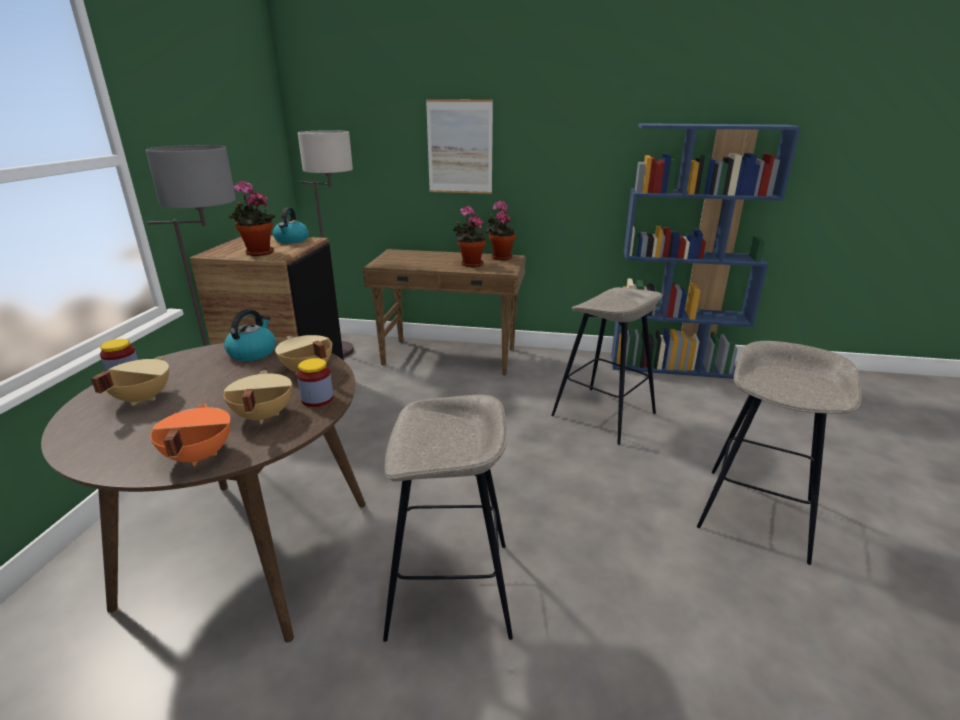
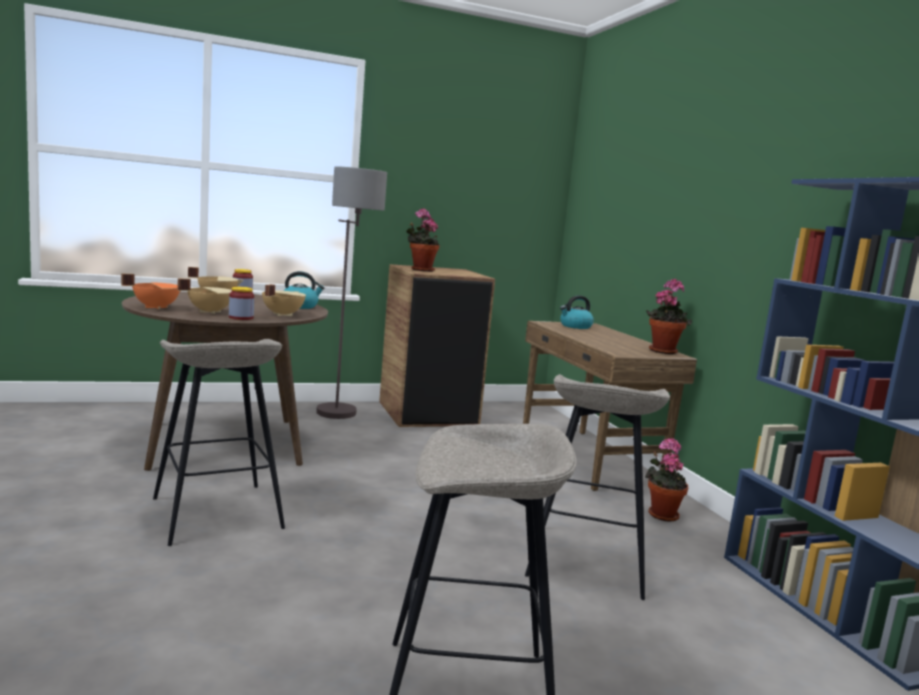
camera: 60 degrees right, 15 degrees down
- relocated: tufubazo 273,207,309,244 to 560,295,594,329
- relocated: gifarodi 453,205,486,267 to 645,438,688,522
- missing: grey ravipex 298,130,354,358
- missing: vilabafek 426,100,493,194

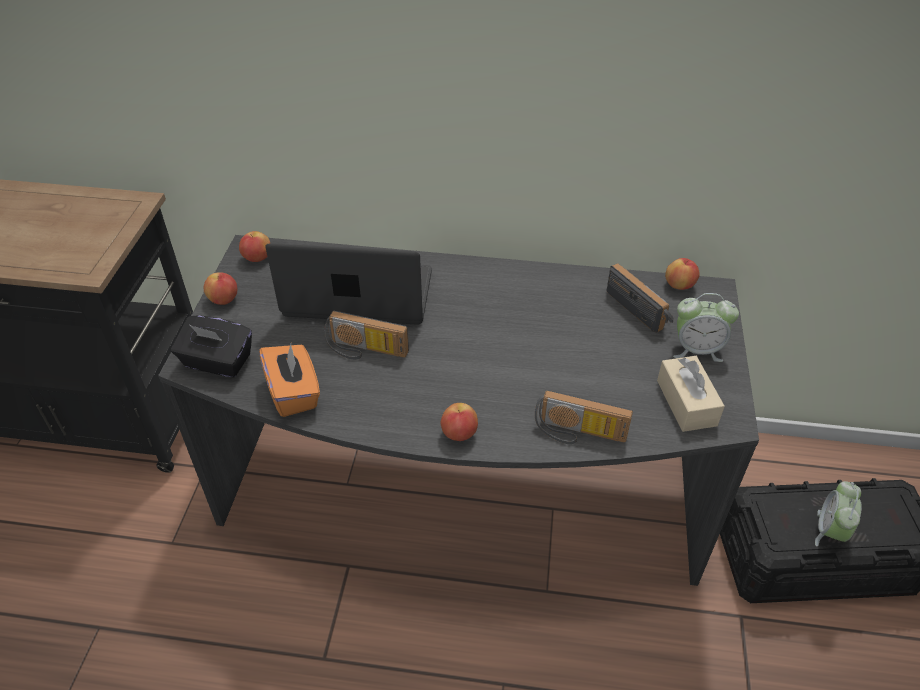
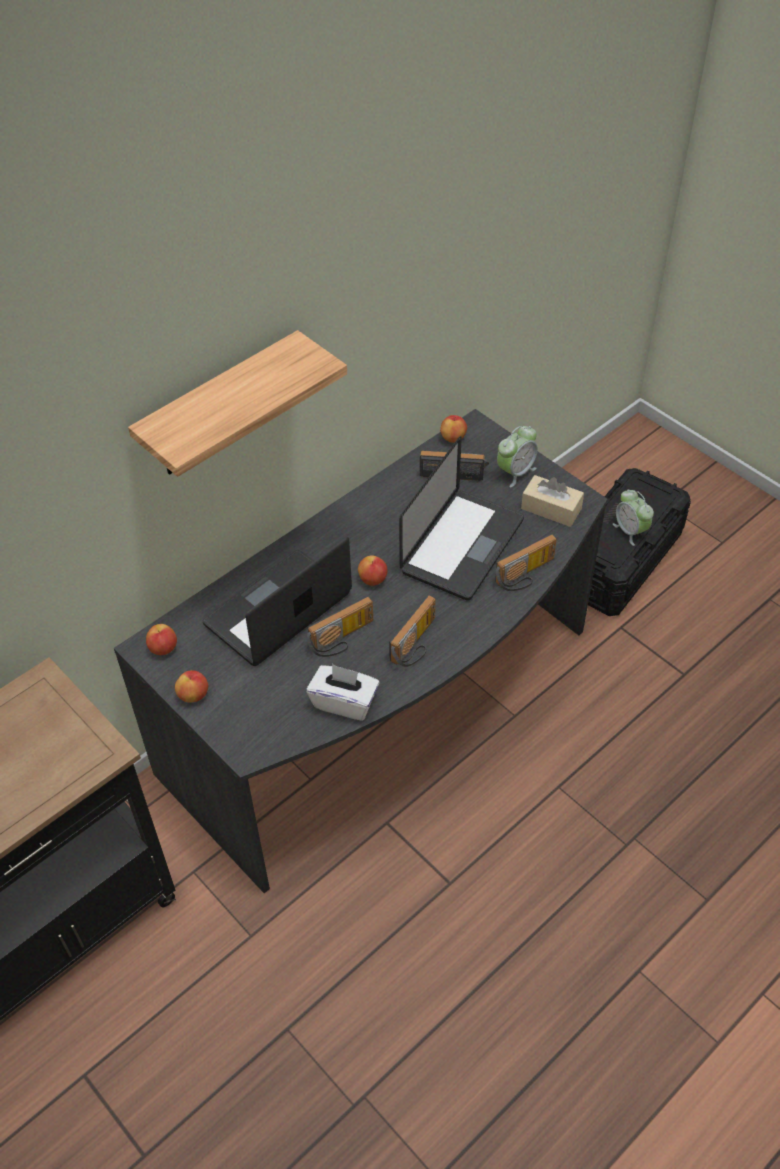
camera: 50 degrees left, 5 degrees up
- appeared: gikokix 128,330,347,477
- colour: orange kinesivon 259,344,320,417 to white kinesivon 306,664,380,721
- relocated: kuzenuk 441,403,478,441 to 358,555,387,586
- appeared: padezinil 389,595,436,667
- appeared: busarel 399,436,524,601
- missing: black kinesivon 171,315,252,378

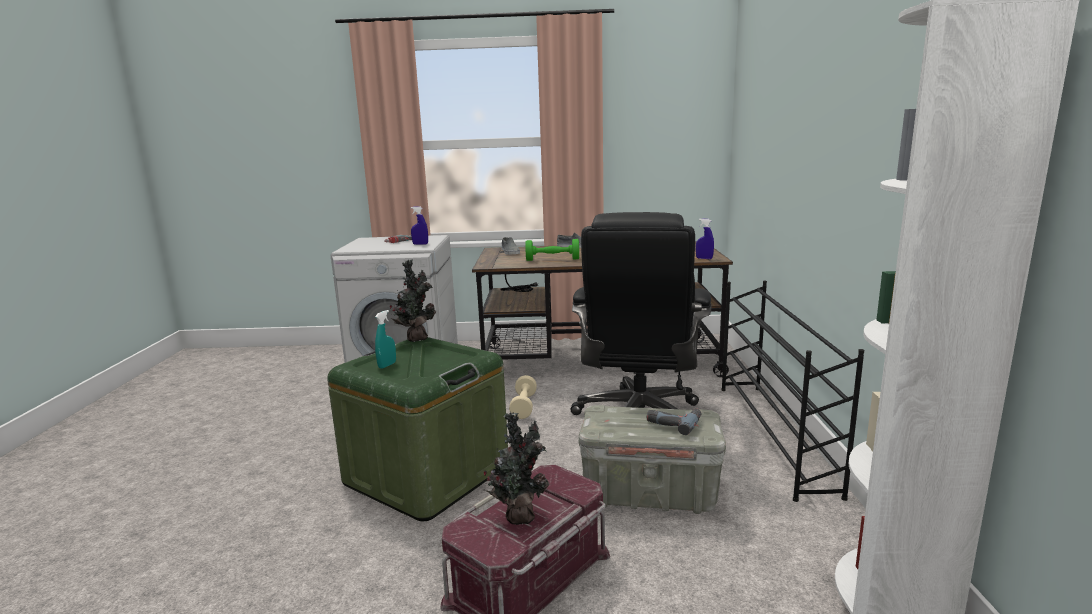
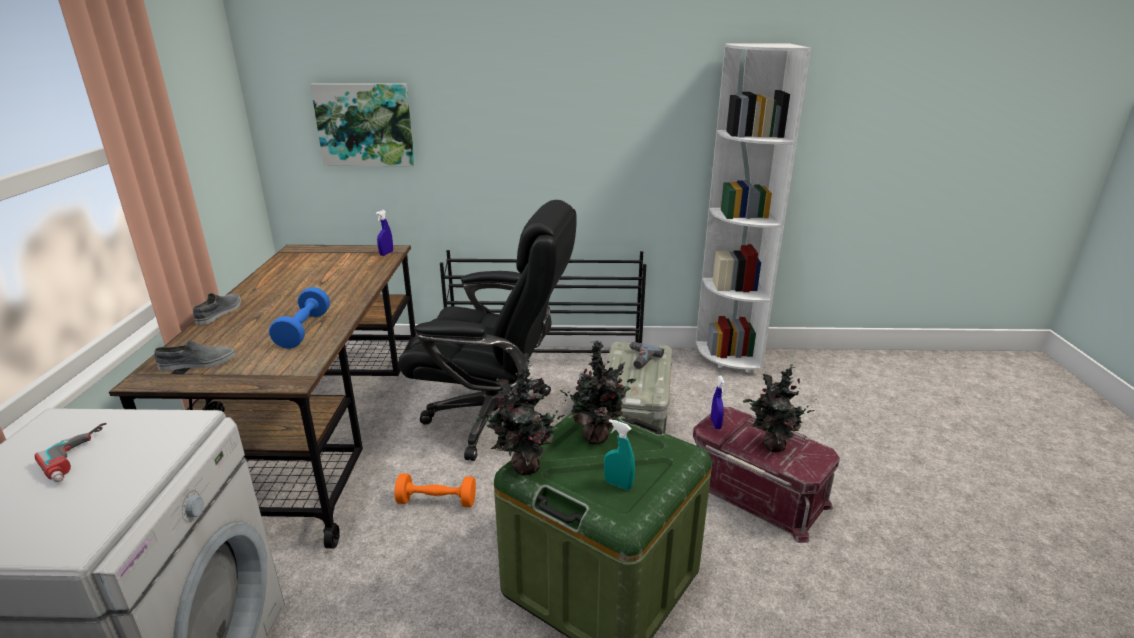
camera: 90 degrees left, 10 degrees up
- colour: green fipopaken 525,239,579,261 to blue fipopaken 269,287,330,349
- appeared: vilabafek 310,83,415,166
- colour: beige fipopaken 509,375,537,419 to orange fipopaken 394,473,476,507
- appeared: gifarodi 560,340,637,444
- relocated: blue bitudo 411,207,428,245 to 711,376,725,429

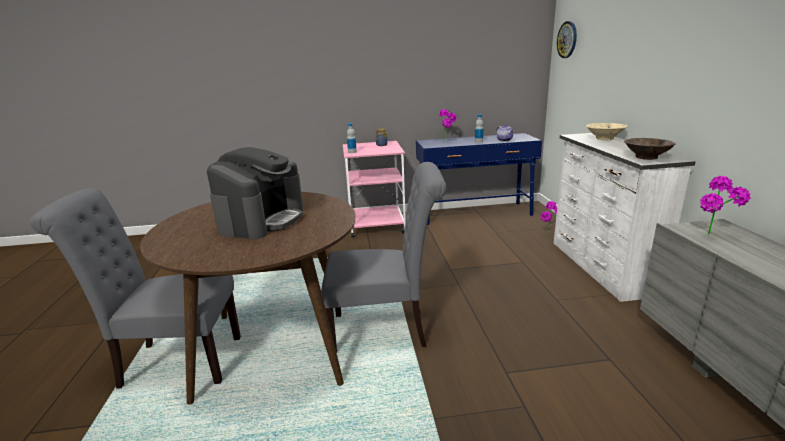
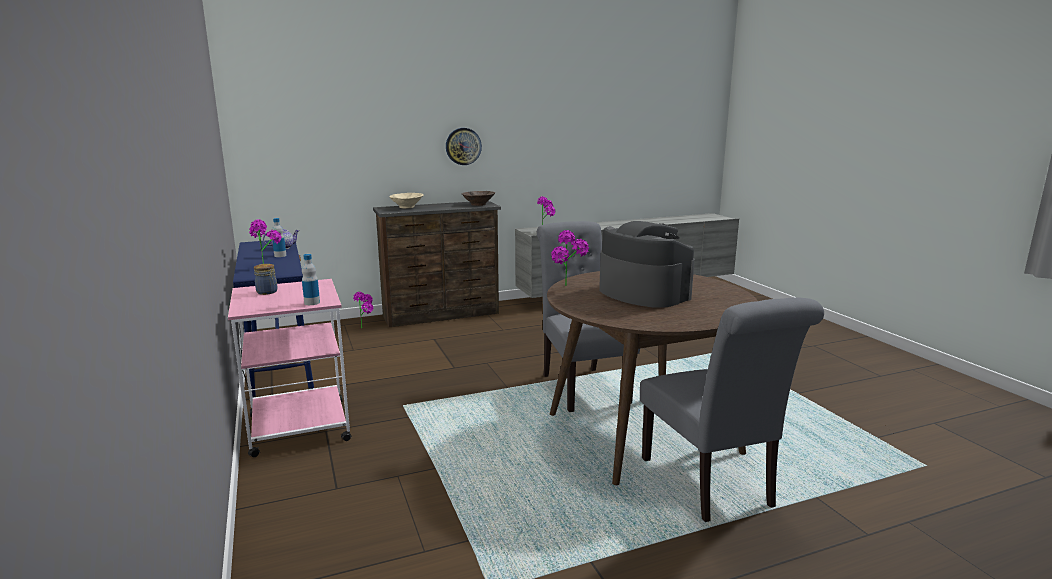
camera: 105 degrees left, 5 degrees down
- colour: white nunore 553,133,696,302 to brown nunore 373,201,501,327
- relocated: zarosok 557,21,577,58 to 446,128,482,165
- appeared: gifarodi 551,230,589,286
- spun: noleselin 207,147,303,240 = 599,221,695,308 45 degrees clockwise

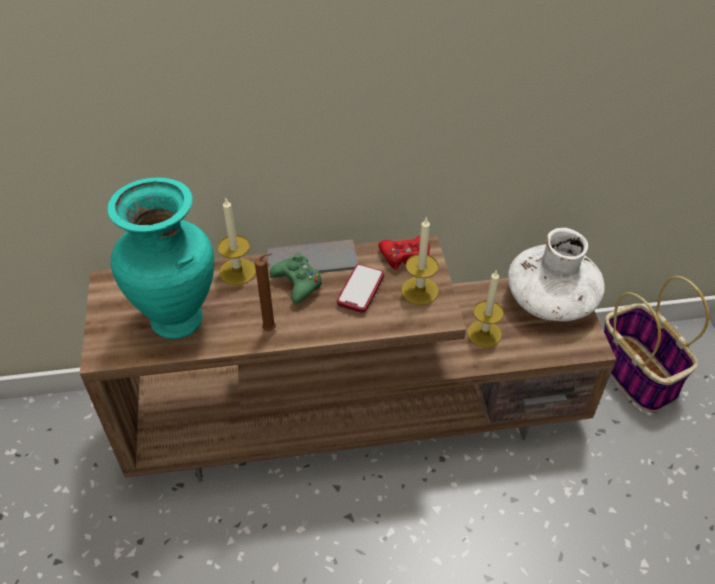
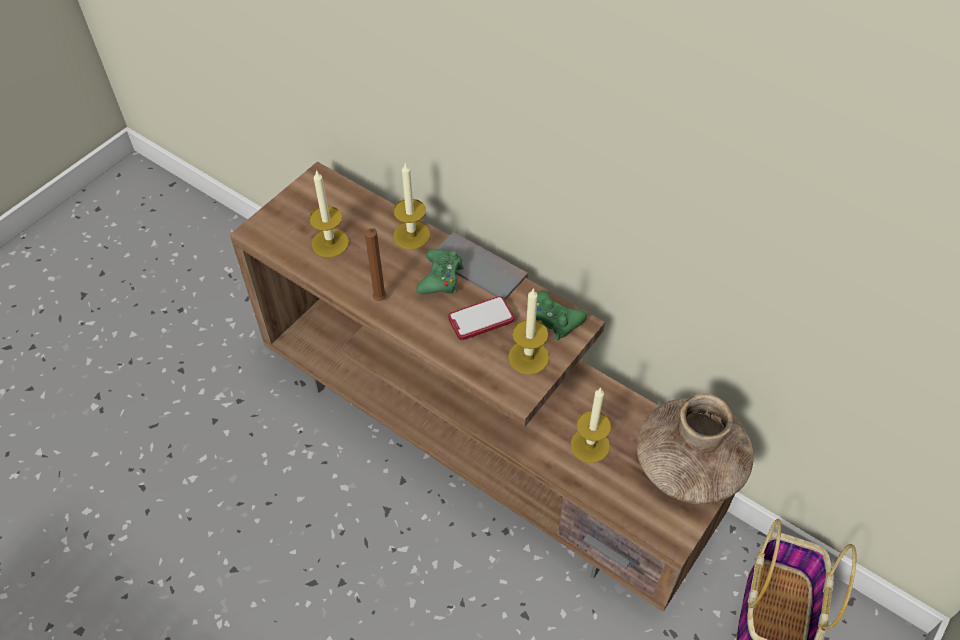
camera: 45 degrees right, 5 degrees up
- exchanged: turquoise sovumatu 107,178,214,339 to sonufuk 309,170,349,257
- colour: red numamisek 379,236,430,270 to green numamisek 536,291,587,340
- colour: white sovumatu 508,228,605,321 to brown sovumatu 637,393,754,504

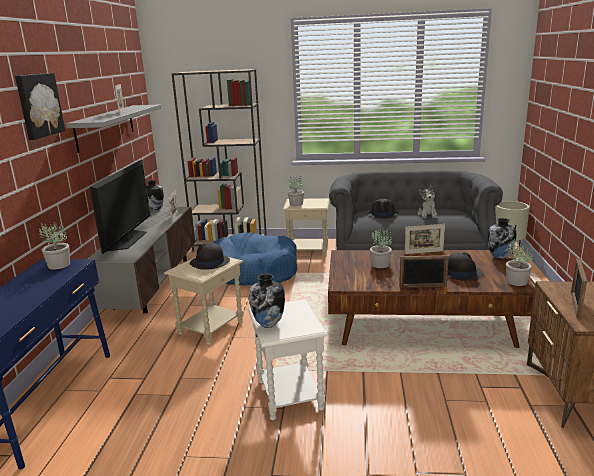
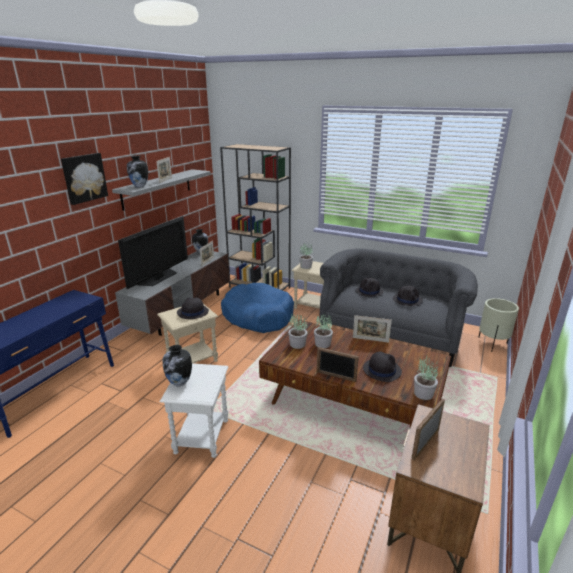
camera: 20 degrees right, 5 degrees up
- relocated: sovumatu 487,218,516,259 to 127,156,148,187
- relocated: gifarodi 39,223,70,269 to 288,314,307,349
- exchanged: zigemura 417,185,437,218 to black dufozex 393,286,423,306

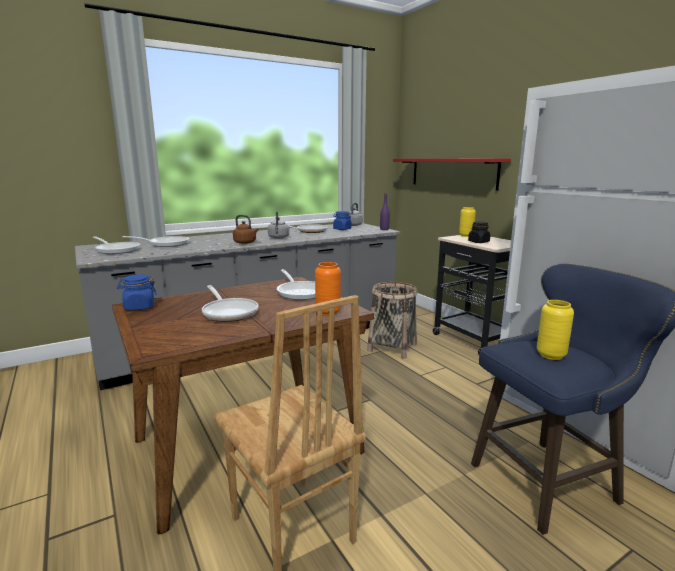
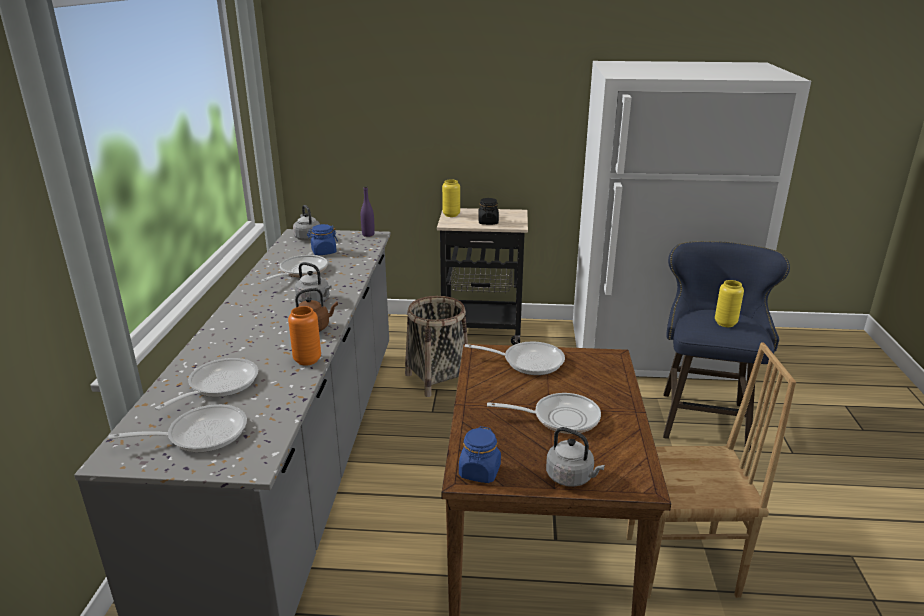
camera: 55 degrees left, 10 degrees up
- relocated: orange sovumatu 315,262,341,316 to 288,306,321,366
- appeared: grey tufubazo 546,427,605,487
- missing: red gikokix 393,159,511,190

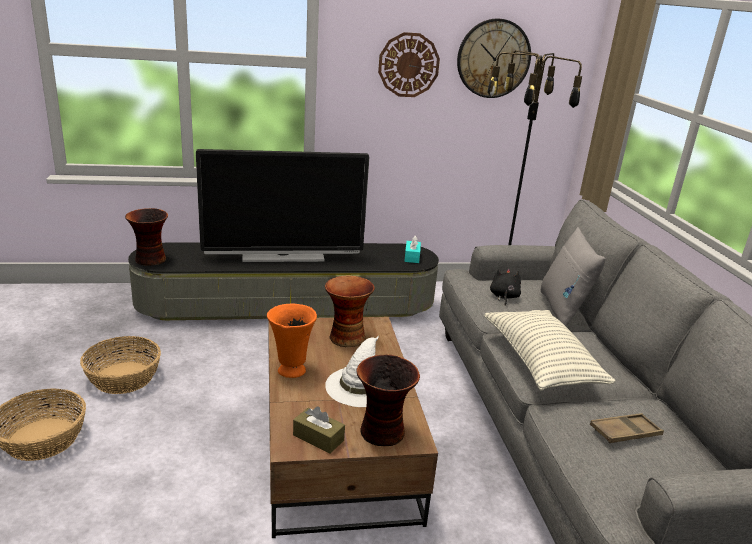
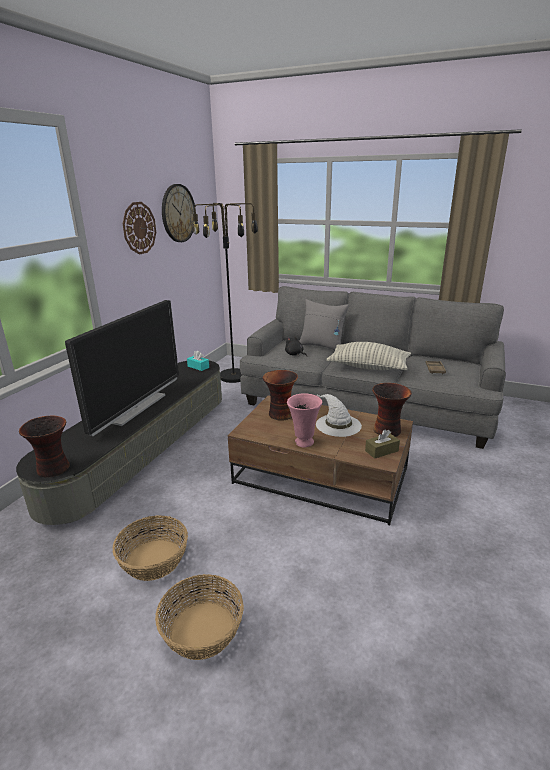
camera: 55 degrees left, 0 degrees up
- colour: orange sovumatu 267,304,317,378 to pink sovumatu 287,394,322,448

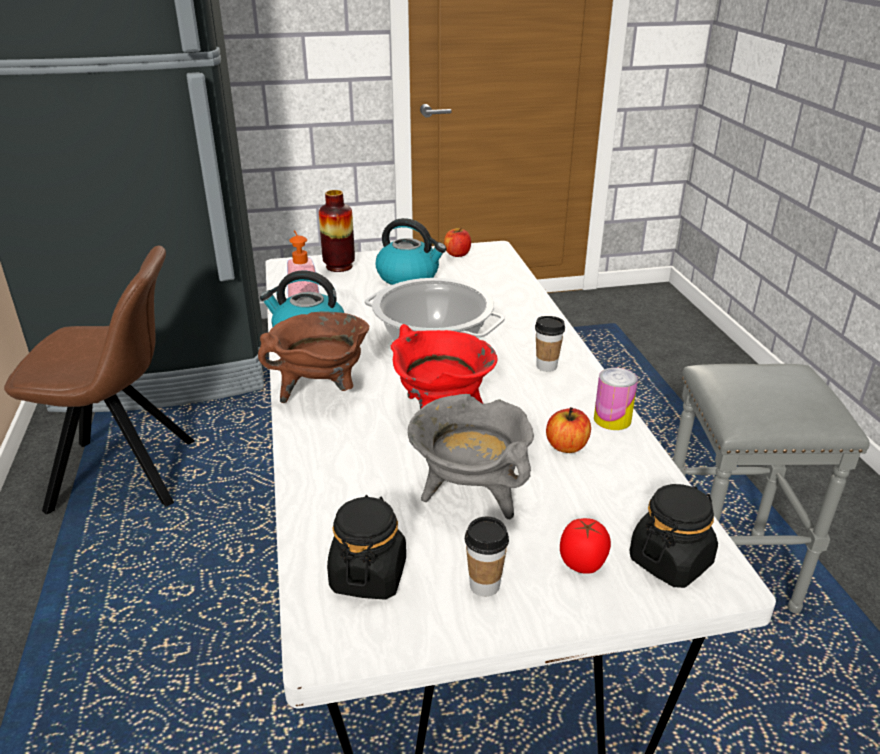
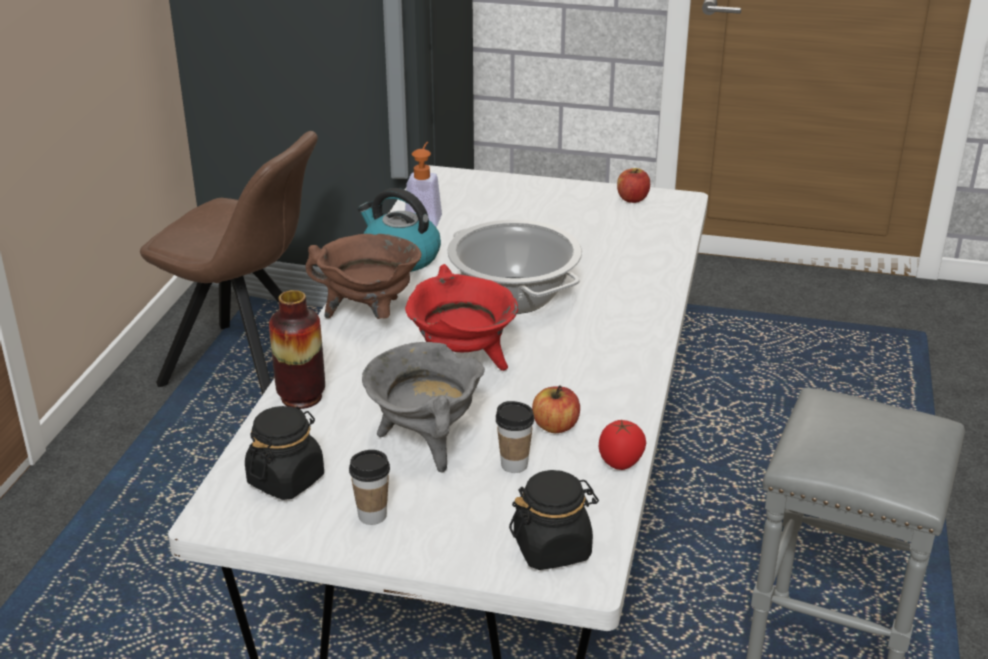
camera: 25 degrees right, 0 degrees up
- relocated: sovumatu 319,190,355,272 to 269,290,325,409
- relocated: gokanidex 535,316,565,372 to 496,401,534,473
- relocated: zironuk 560,518,611,574 to 599,420,646,470
- missing: tufubazo 376,218,446,285
- missing: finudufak 594,368,638,430

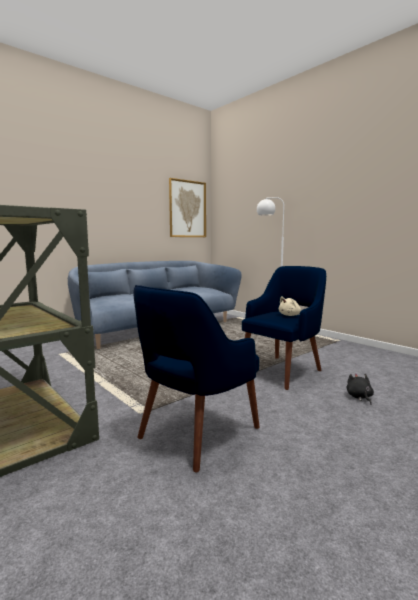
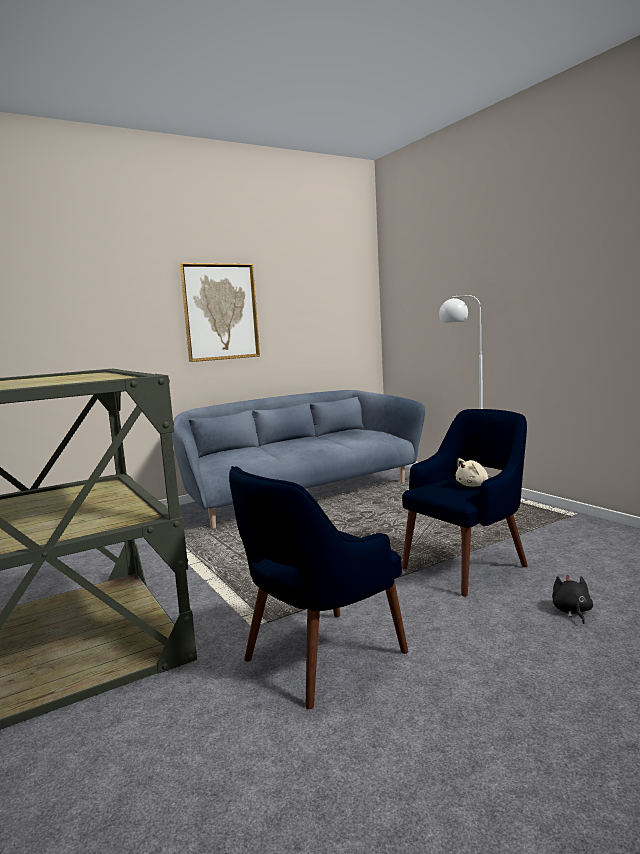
camera: 10 degrees right, 0 degrees up
- relocated: vilabafek 169,178,206,237 to 180,263,260,362

